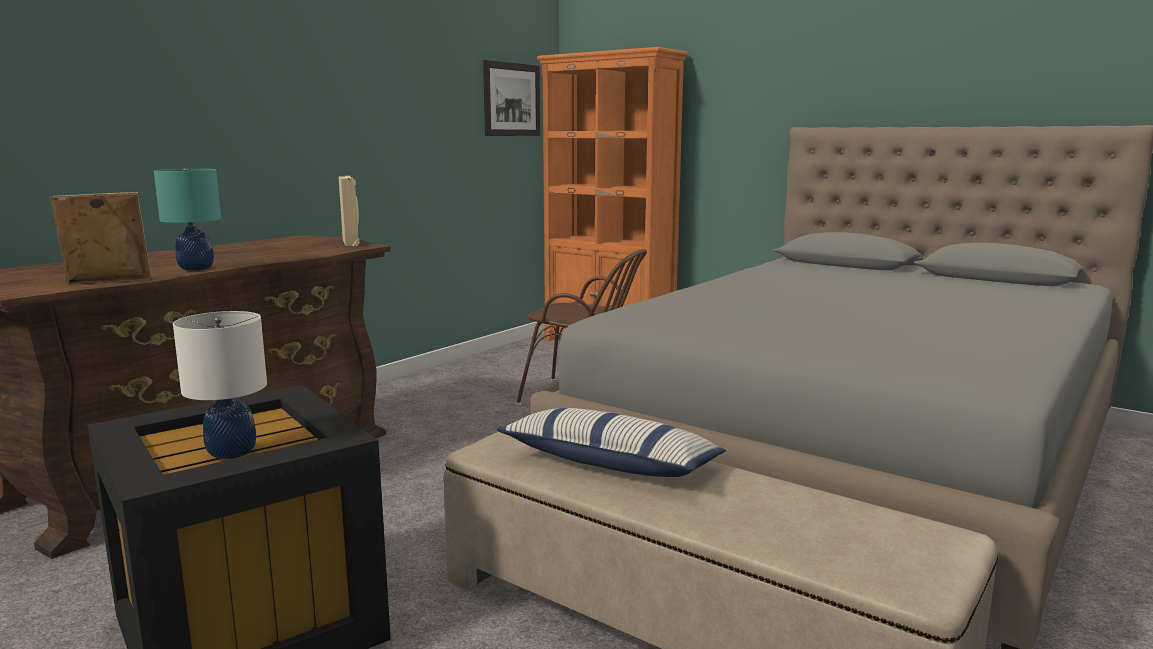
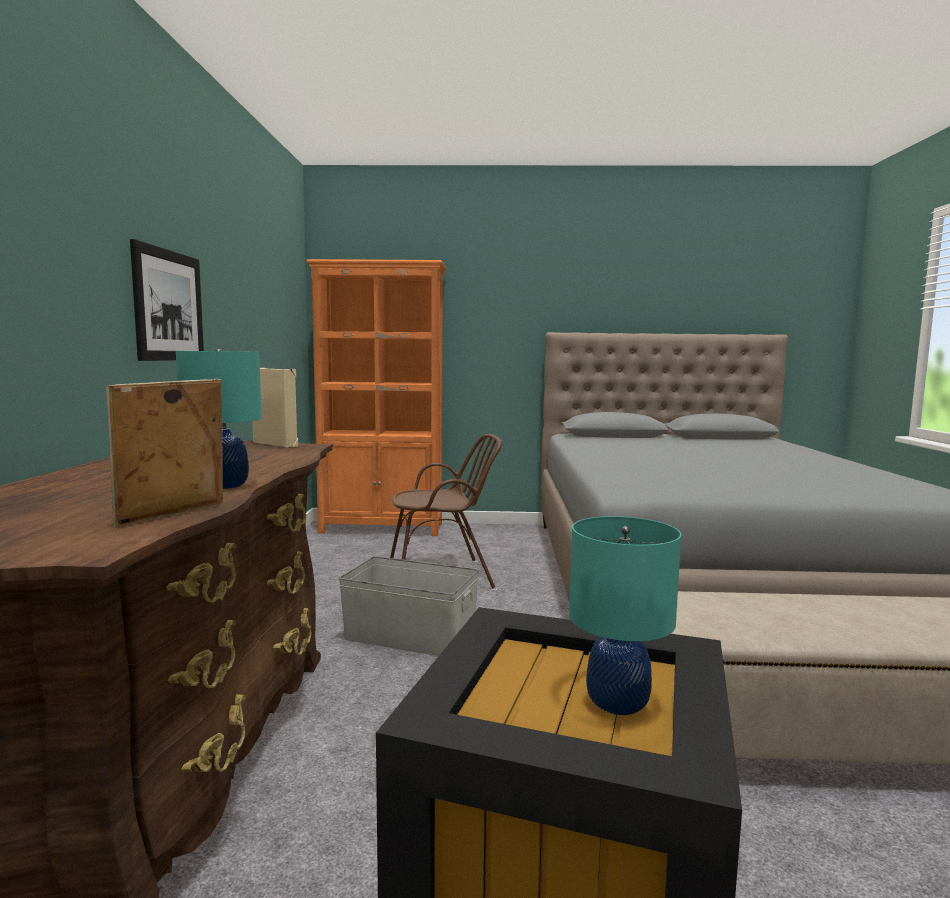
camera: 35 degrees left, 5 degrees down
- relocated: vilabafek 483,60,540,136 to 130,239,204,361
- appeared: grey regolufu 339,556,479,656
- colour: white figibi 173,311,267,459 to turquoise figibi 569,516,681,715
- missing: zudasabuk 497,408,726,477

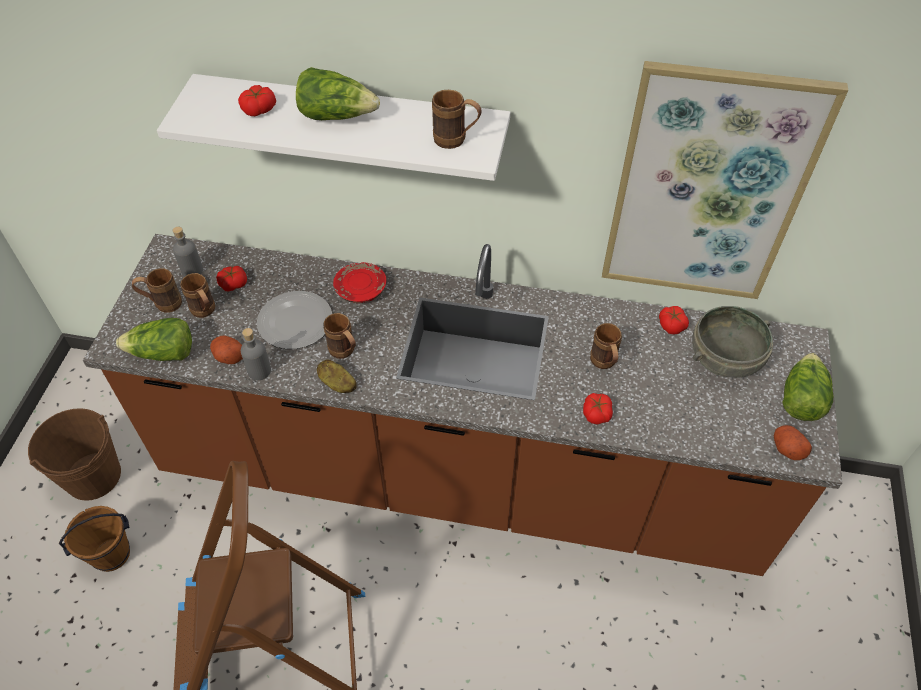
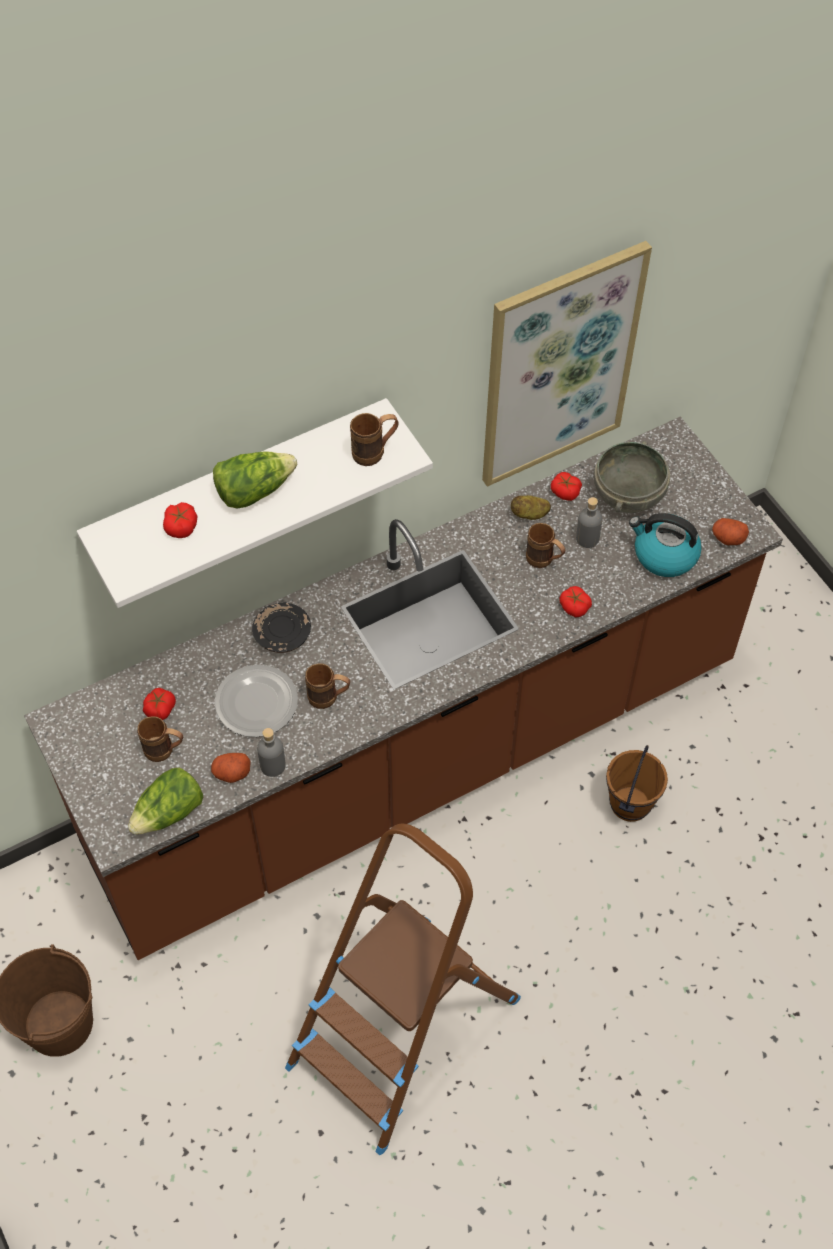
camera: 40 degrees left, 5 degrees up
- colour: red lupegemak 333,262,386,303 to black lupegemak 252,603,311,653
- relocated: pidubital 317,359,357,393 to 511,495,551,520
- relocated: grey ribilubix 173,227,203,277 to 576,497,602,548
- relocated: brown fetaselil 59,506,130,572 to 606,745,668,822
- appeared: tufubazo 629,513,702,577
- missing: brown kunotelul 132,268,182,313
- missing: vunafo 782,353,833,421

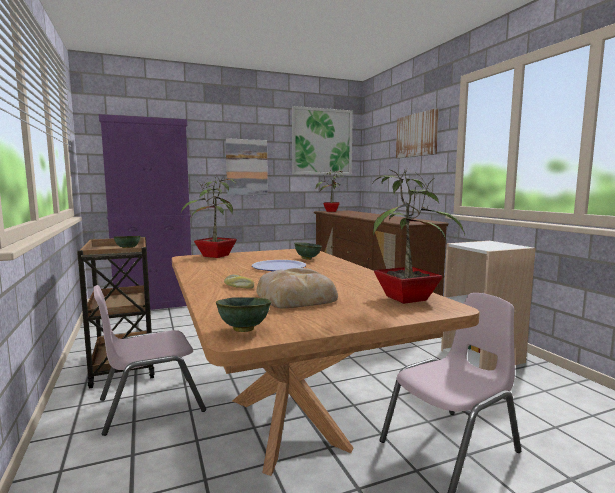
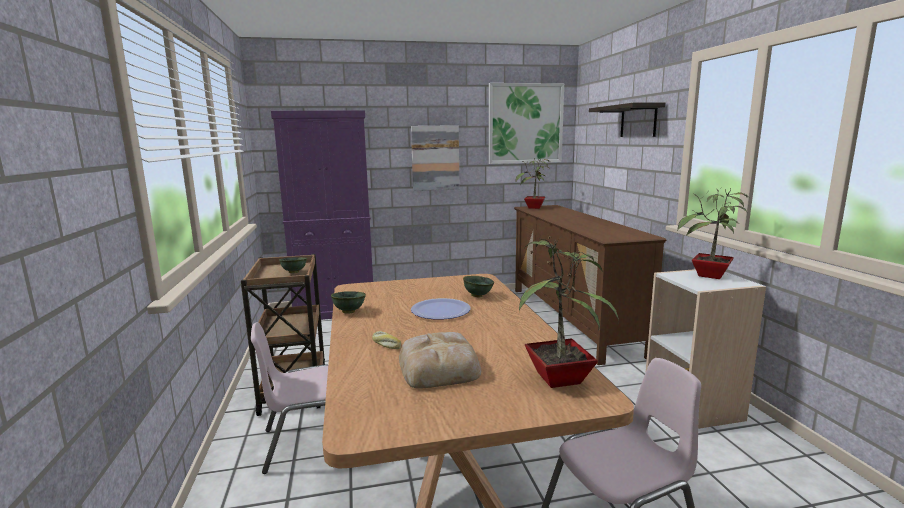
camera: 10 degrees right, 5 degrees up
- relocated: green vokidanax 216,297,272,332 to 331,291,366,313
- exchanged: vilabafek 396,108,439,158 to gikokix 589,103,666,137
- relocated: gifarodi 181,175,239,258 to 677,188,748,279

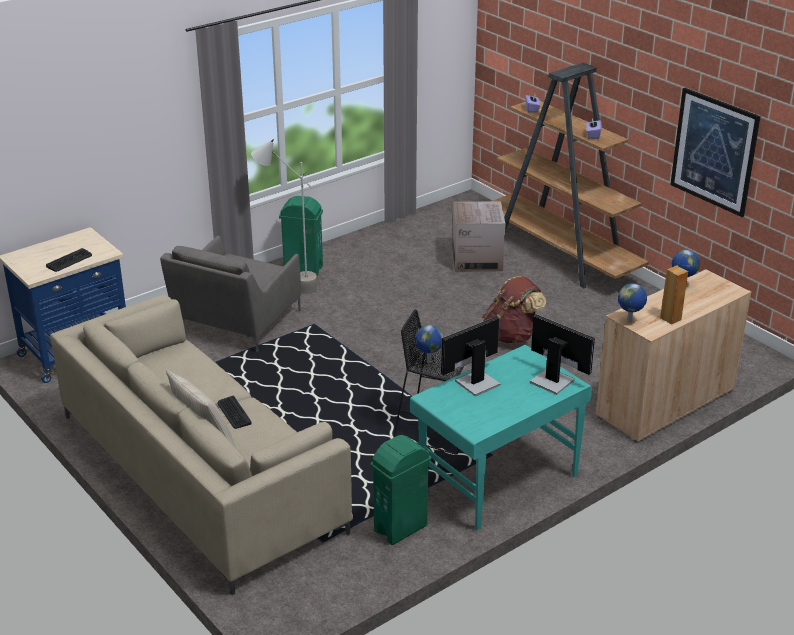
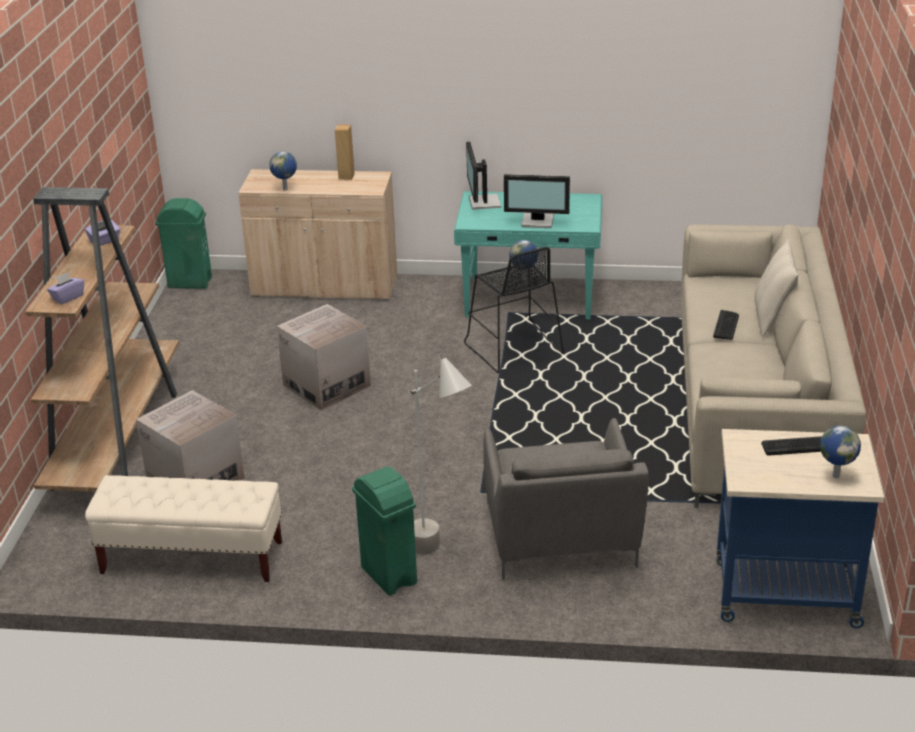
camera: 135 degrees left, 0 degrees up
- appeared: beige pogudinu 85,475,282,582
- relocated: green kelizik 370,435,431,545 to 156,198,212,289
- exchanged: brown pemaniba 482,276,546,343 to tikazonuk 277,304,371,410
- spun: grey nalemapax 160,235,301,352 = 483,418,649,580 105 degrees clockwise
- relocated: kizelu 618,283,647,323 to 820,426,861,479
- missing: vilabafek 670,88,761,217

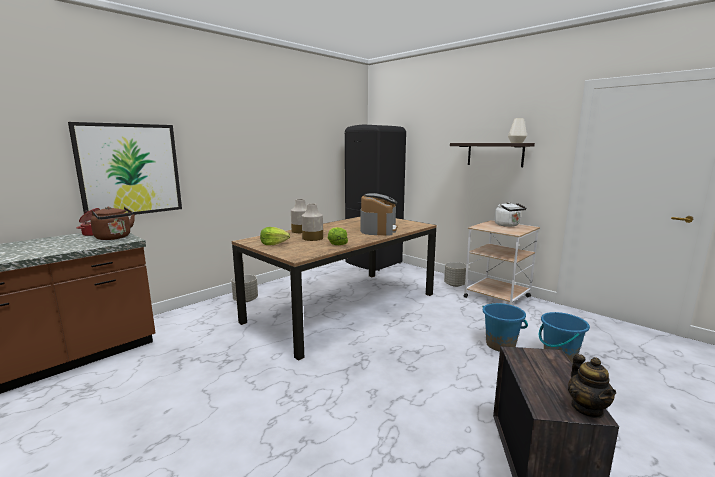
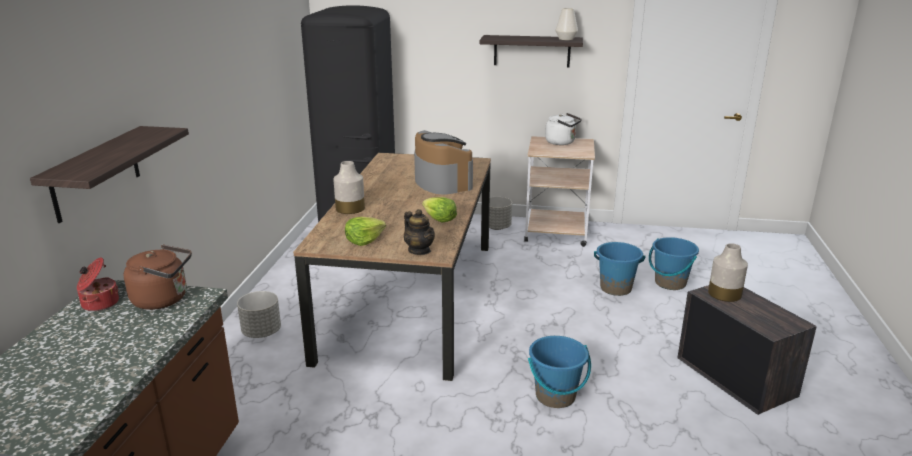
camera: 35 degrees left, 10 degrees up
- exchanged: vilabafek 68,122,182,215 to gikokix 30,126,189,223
- relocated: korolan 568,354,616,418 to 404,209,435,255
- appeared: blue fetaselil 528,336,591,408
- relocated: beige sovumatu 302,203,323,241 to 708,243,748,302

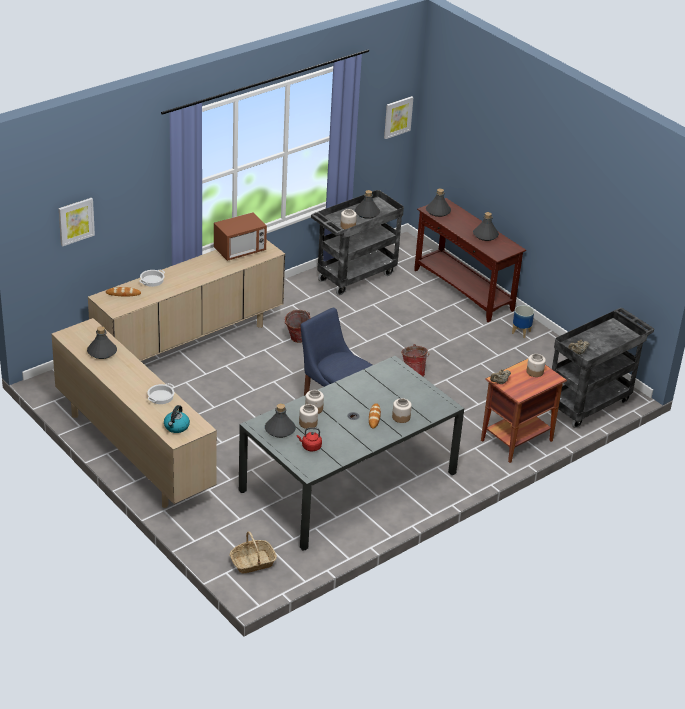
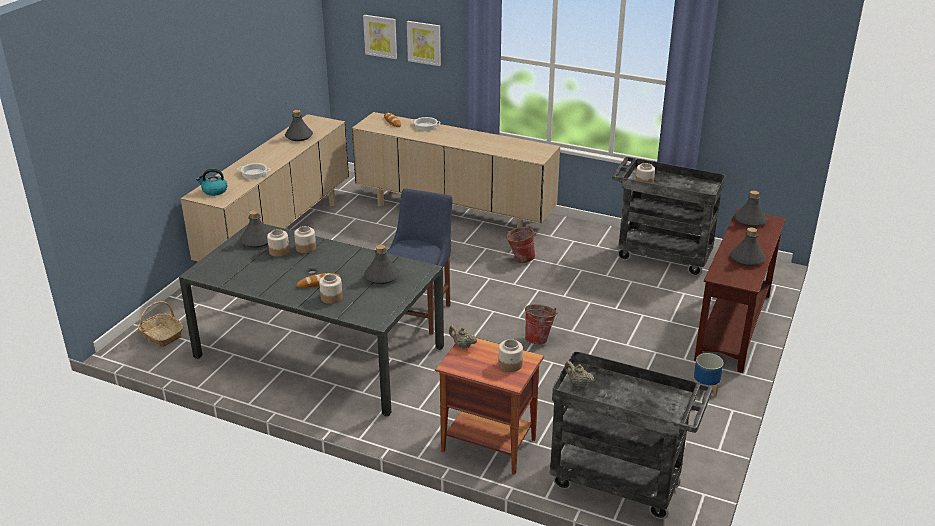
camera: 65 degrees right, 5 degrees down
- relocated: grey ribilubix 355,190,380,219 to 364,244,400,284
- relocated: vilabafek 384,96,414,139 to 407,21,441,66
- missing: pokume 214,212,267,261
- missing: red tufubazo 297,427,322,451

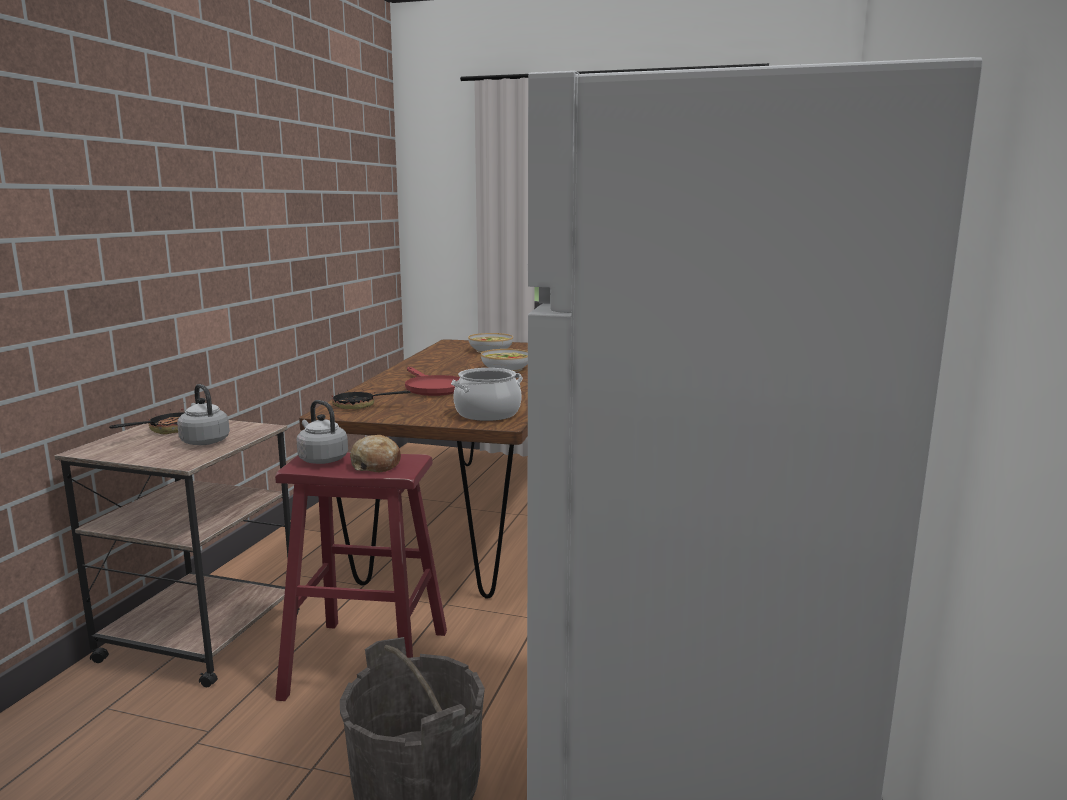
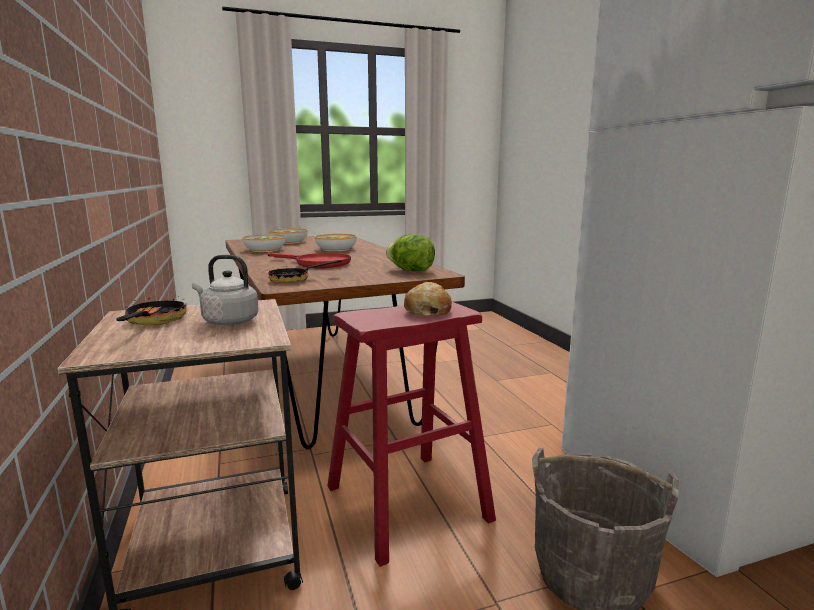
camera: 35 degrees left, 0 degrees up
- appeared: vokidanax 242,234,286,252
- exchanged: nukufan 451,368,523,421 to vunafo 386,234,435,271
- missing: grey tufubazo 297,400,348,464

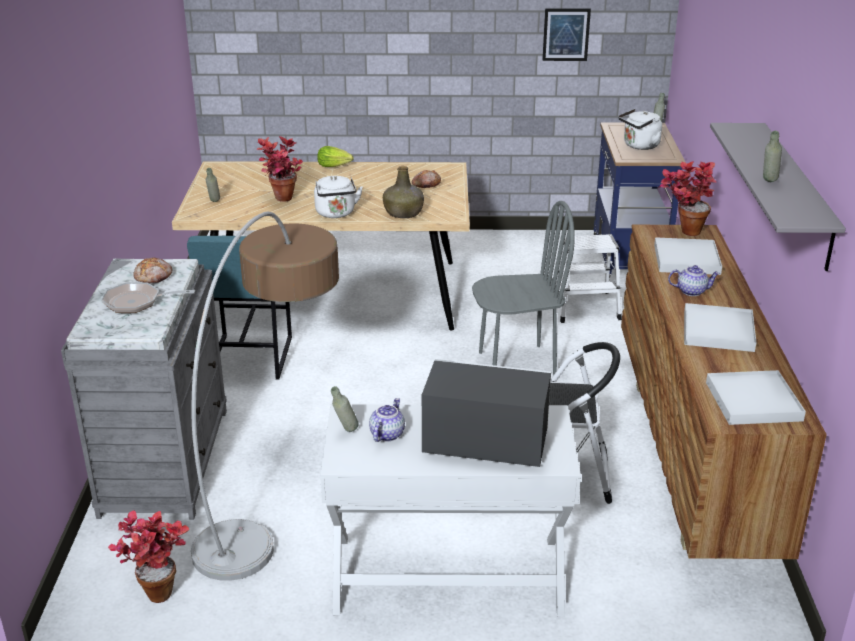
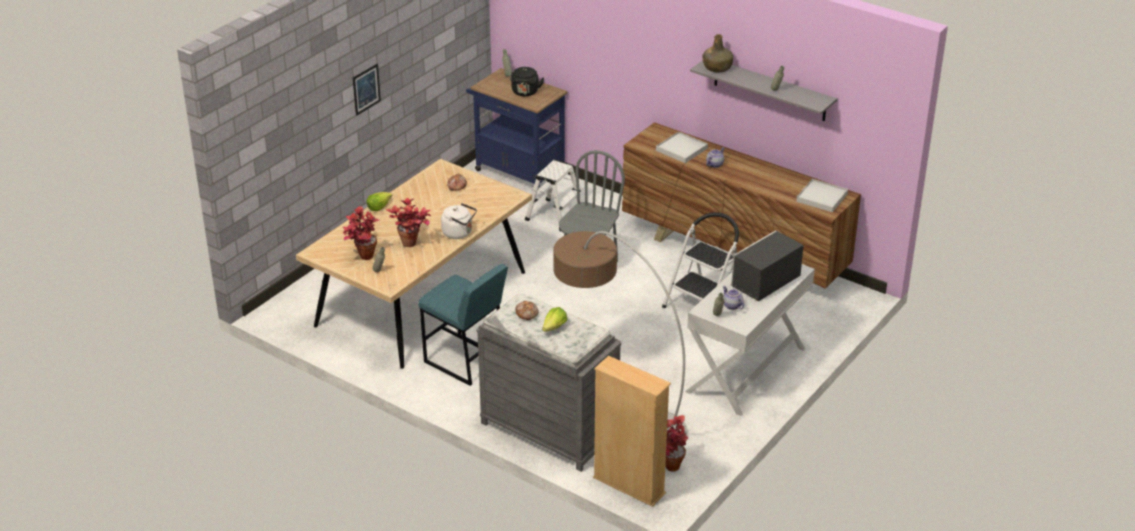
camera: 55 degrees left, 5 degrees up
- relocated: gifarodi 659,162,717,236 to 343,206,379,260
- relocated: vilabafek 542,8,591,61 to 353,64,381,116
- colour: white tufubazo 618,109,662,150 to black tufubazo 510,67,544,96
- exchanged: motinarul 101,282,195,313 to vunafo 542,307,567,332
- appeared: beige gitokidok 593,356,671,507
- relocated: green ribilubix 383,166,424,218 to 702,34,733,72
- missing: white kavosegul 684,303,756,352

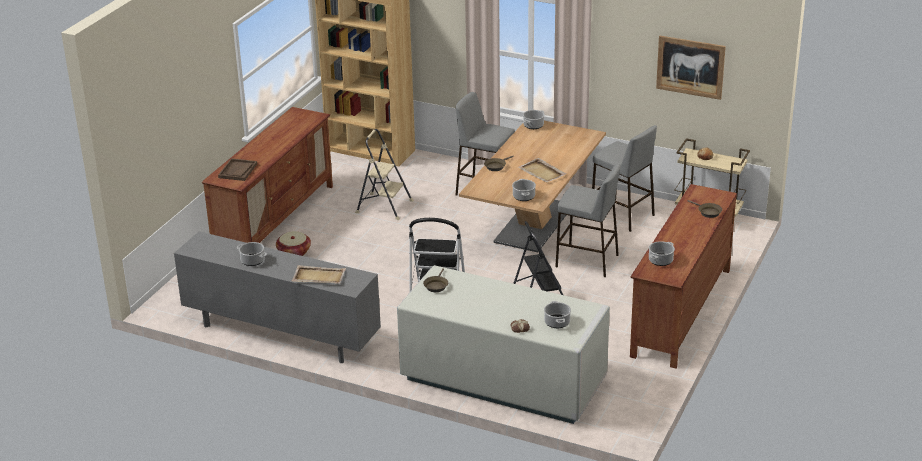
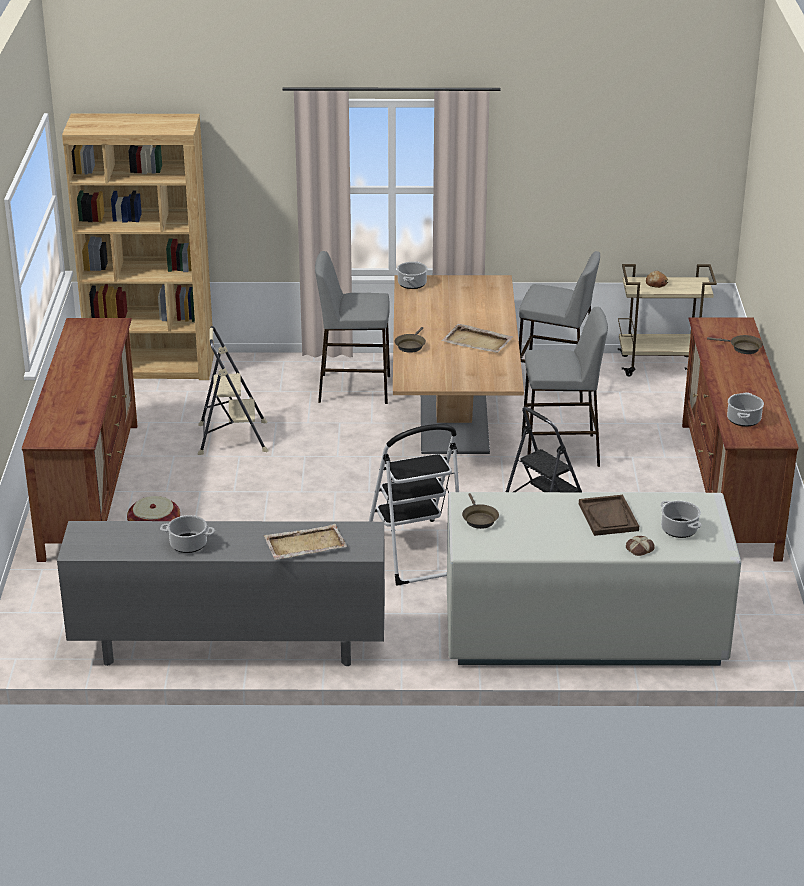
camera: 25 degrees left, 0 degrees up
- relocated: brown kavosegul 218,158,257,181 to 579,495,639,536
- missing: nukufan 512,179,536,201
- missing: vilabafek 656,36,726,100

